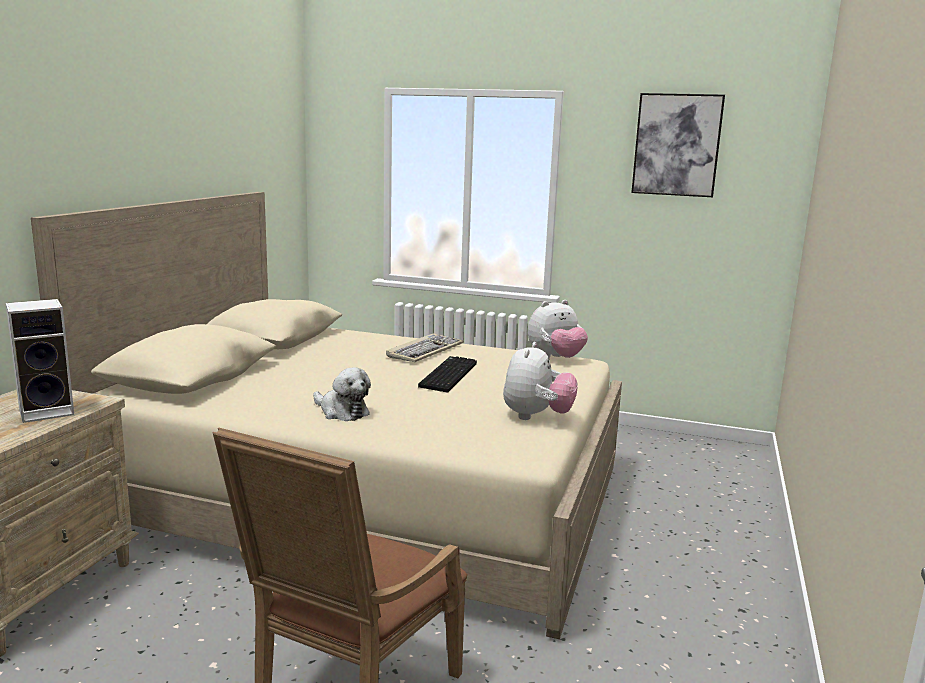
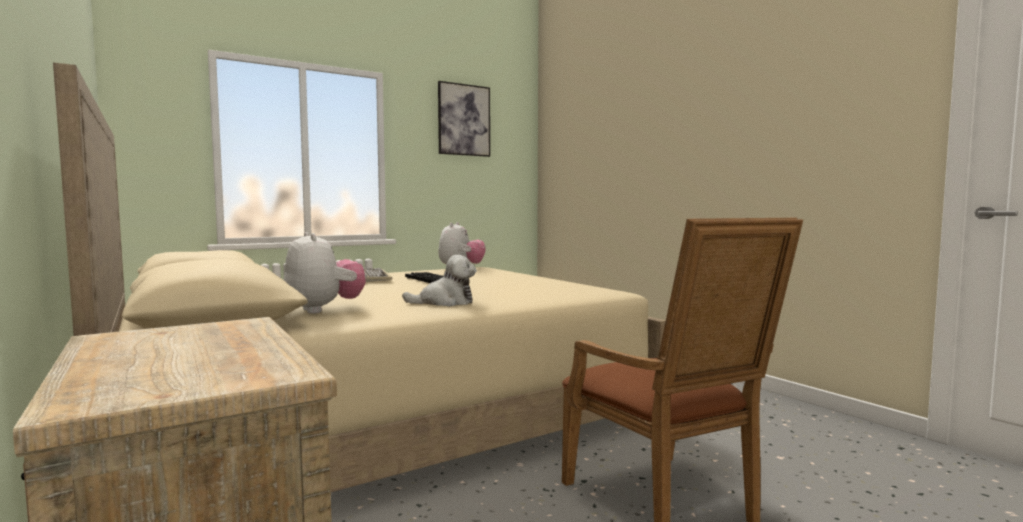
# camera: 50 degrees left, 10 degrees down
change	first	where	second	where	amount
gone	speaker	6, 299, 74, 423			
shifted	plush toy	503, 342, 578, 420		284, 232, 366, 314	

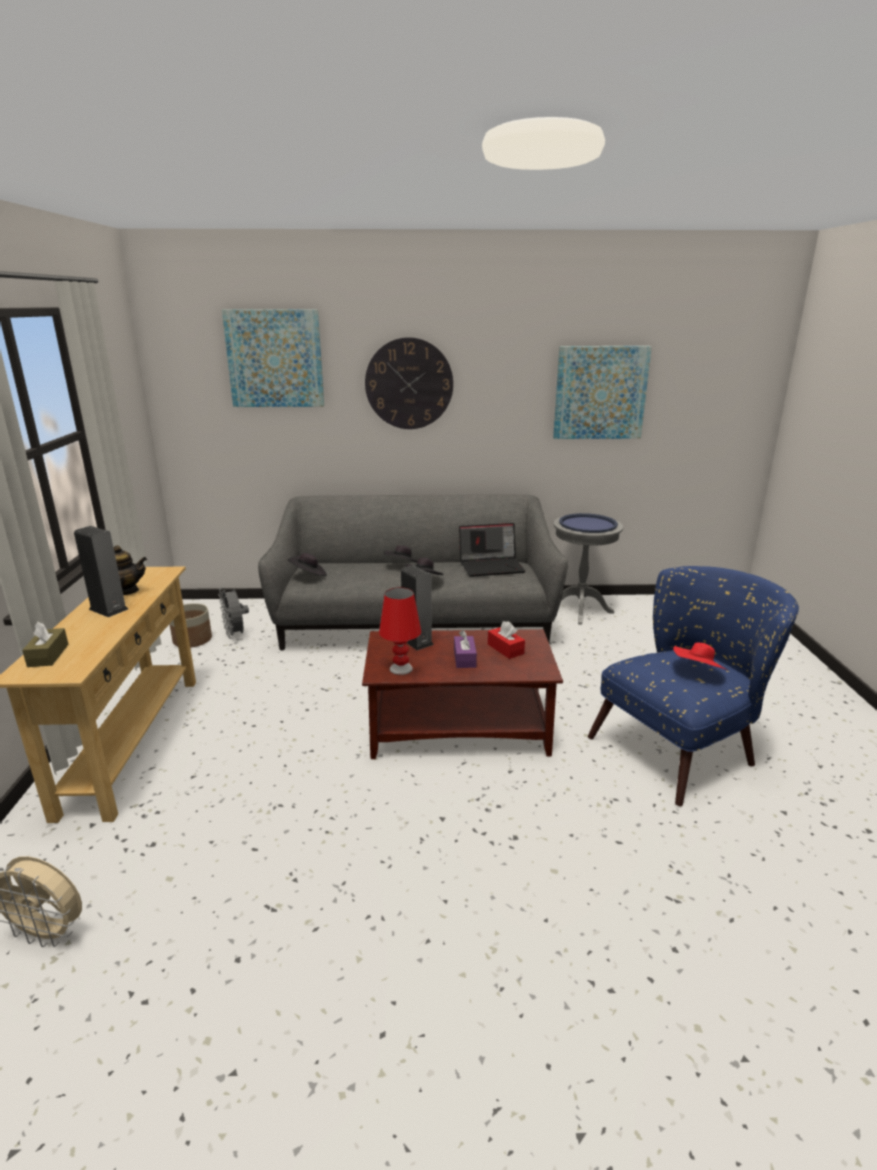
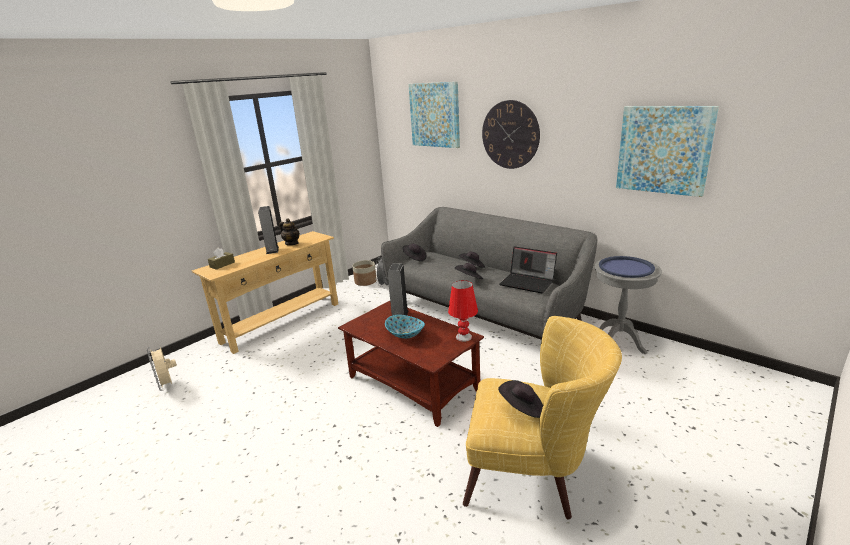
# camera: 45 degrees right, 0 degrees up
change	first	where	second	where	amount
shifted	table lamp in red	379, 587, 421, 675		448, 280, 478, 342	
swapped	tissue box in purple	454, 630, 477, 668	bowl	385, 315, 425, 339	
gone	tissue box in red	488, 621, 525, 659			
repainted	armchair in blue	588, 566, 799, 806	armchair in yellow	463, 316, 622, 519	
repainted	hat in red	673, 643, 727, 670	hat in black	498, 380, 543, 418	

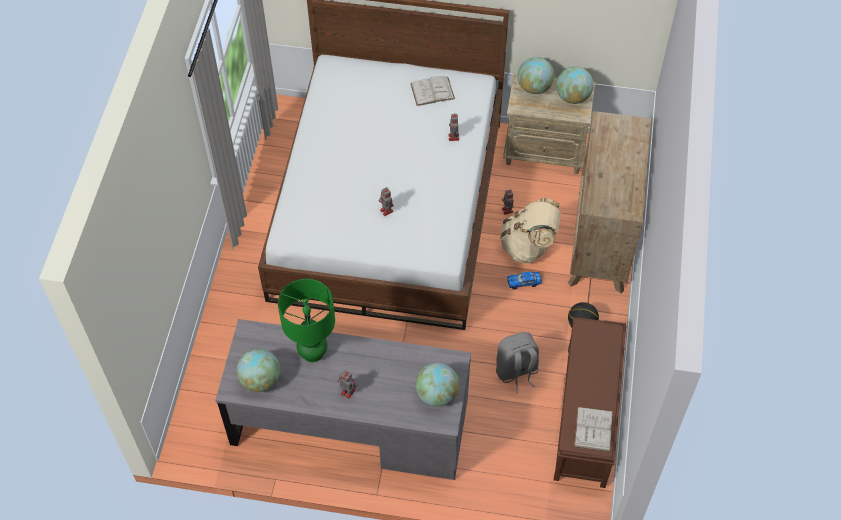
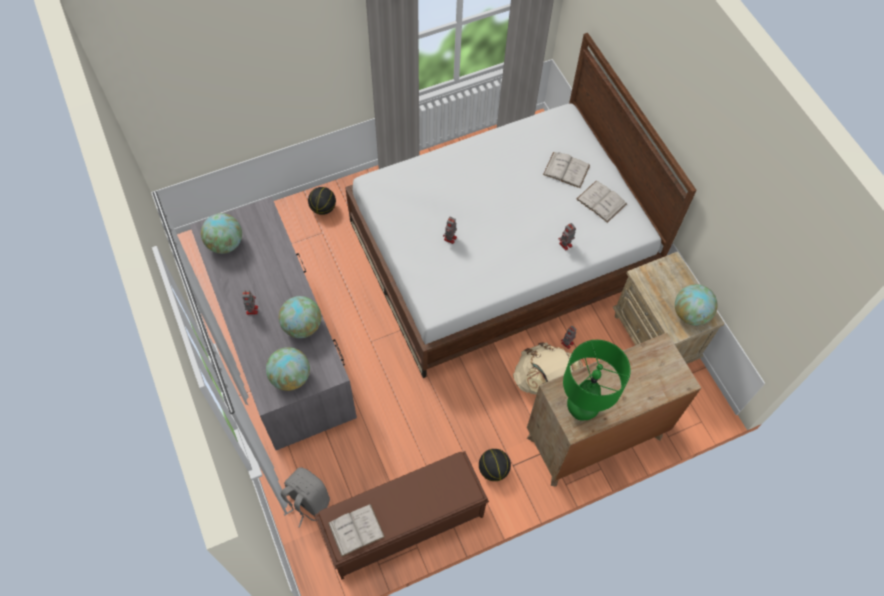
# camera: 55 degrees right, 5 degrees up
change	first	where	second	where	amount
shifted	table lamp in green	278, 279, 335, 362		563, 340, 631, 420	
shifted	backpack in grey	496, 332, 539, 393		281, 467, 330, 528	
gone	toy car	507, 272, 542, 290			
shifted	globe	517, 57, 554, 94		279, 296, 321, 338	
new			basketball	308, 187, 336, 215	
new			book in white	543, 152, 590, 188	

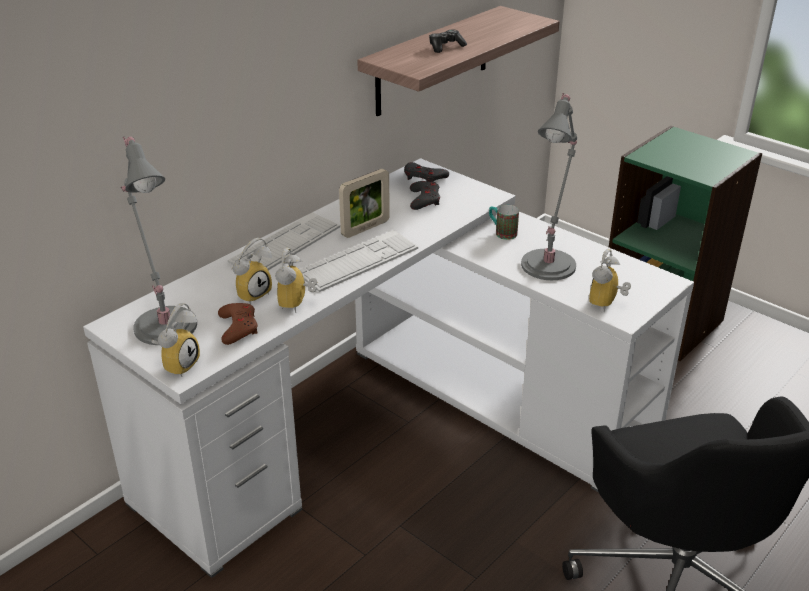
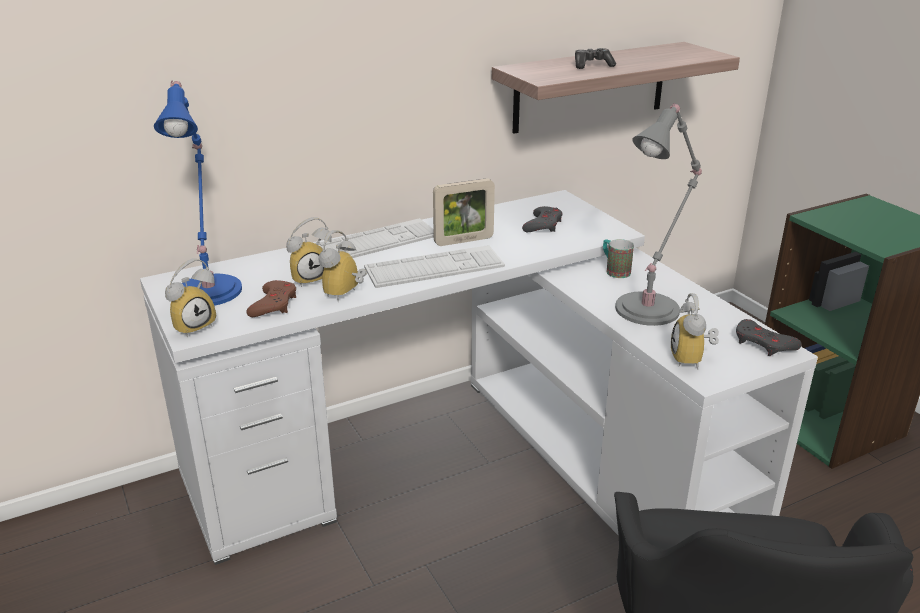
# camera: 20 degrees right, 5 degrees down
change	first	where	second	where	amount
repainted	table lamp in grey	121, 137, 197, 345	table lamp in blue	154, 81, 242, 306	
shifted	game controller in grey	404, 162, 449, 182		736, 319, 802, 356	
rotated	alarm clock	589, 249, 631, 312		671, 293, 719, 370	45 degrees counterclockwise

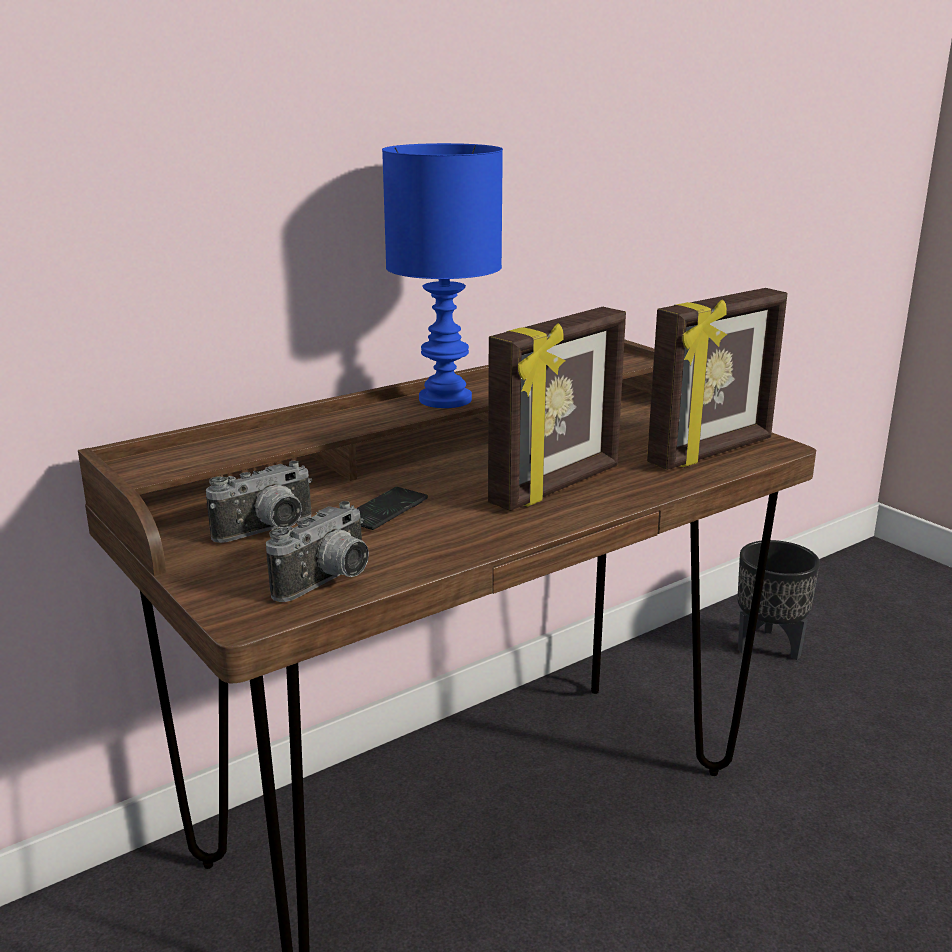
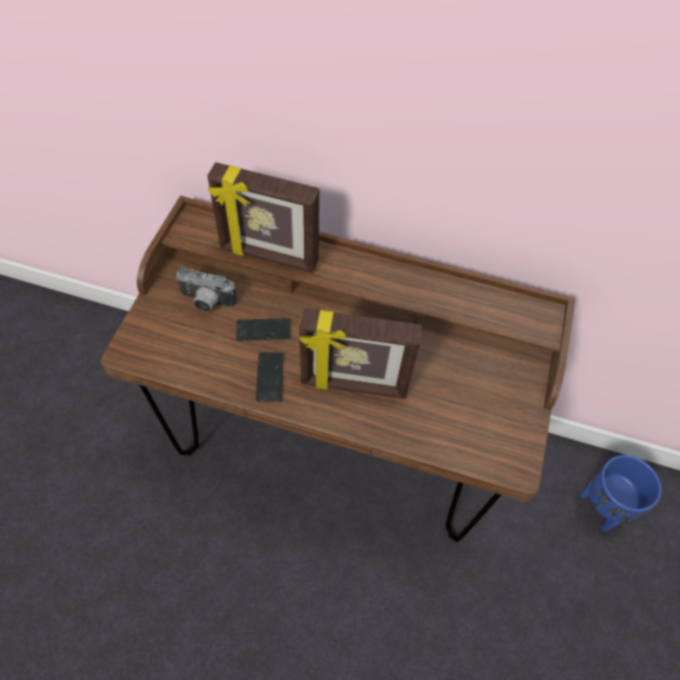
# camera: 50 degrees right, 35 degrees up
change	first	where	second	where	amount
gone	photo camera	266, 501, 369, 602			
gone	table lamp in blue	382, 143, 503, 408			
shifted	picture frame	647, 288, 788, 470		207, 162, 319, 273	
repainted	planter in black	737, 540, 820, 660	planter in blue	580, 455, 662, 531	
new			phone	256, 352, 284, 402	

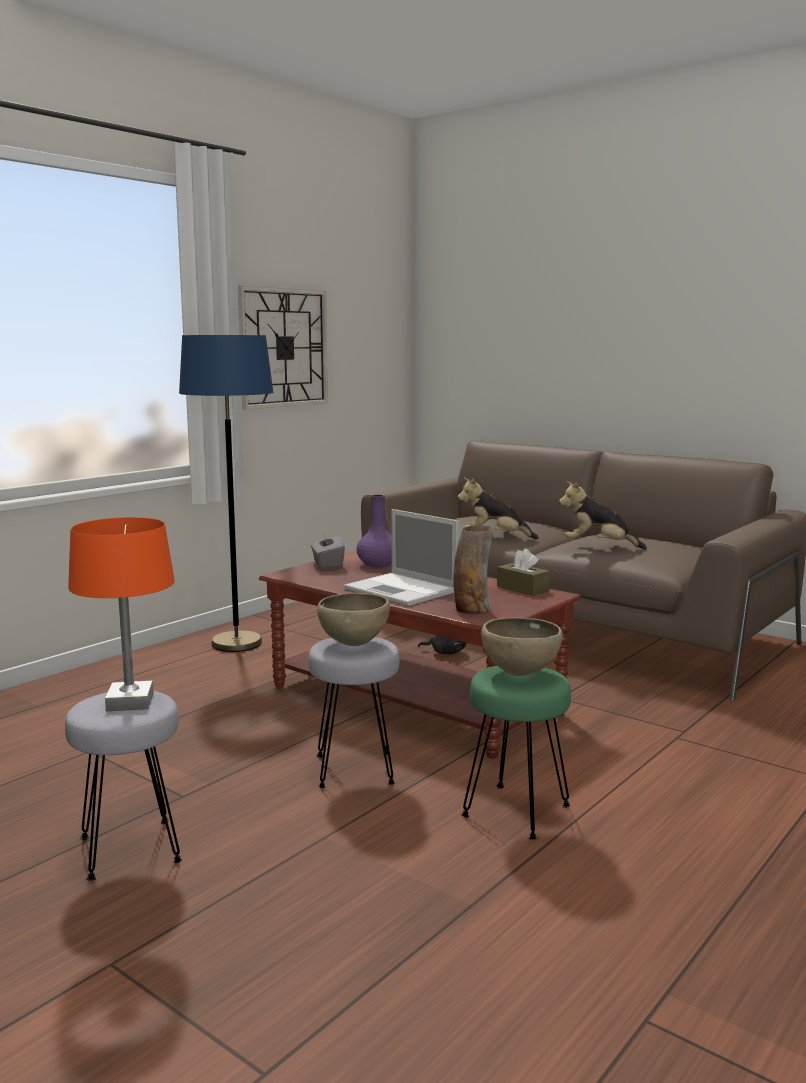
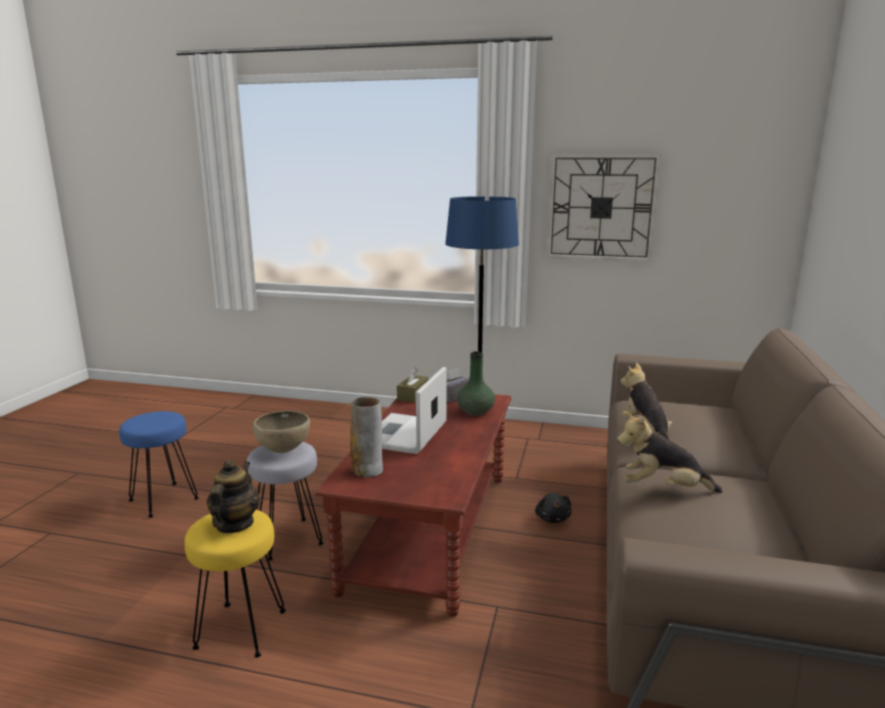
# camera: 65 degrees right, 5 degrees up
change	first	where	second	where	amount
repainted	stool in grey	65, 691, 182, 881	stool in blue	119, 411, 199, 518	
gone	table lamp in orange	68, 517, 175, 711			
repainted	vase in purple	356, 495, 392, 568	vase in green	457, 351, 495, 416	
repainted	stool in green	461, 666, 571, 840	stool in yellow	184, 510, 286, 658	
swapped	bowl in brown	481, 617, 563, 676	teapot	207, 460, 260, 533	
shifted	tissue box in brown	497, 549, 550, 596		397, 367, 428, 403	
rotated	plush toy	559, 481, 647, 549		617, 412, 723, 493	75 degrees counterclockwise

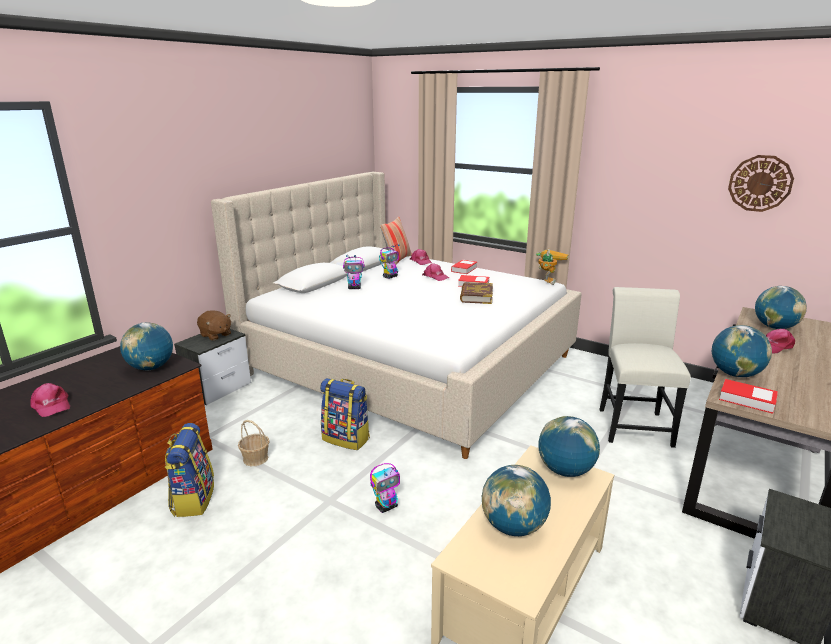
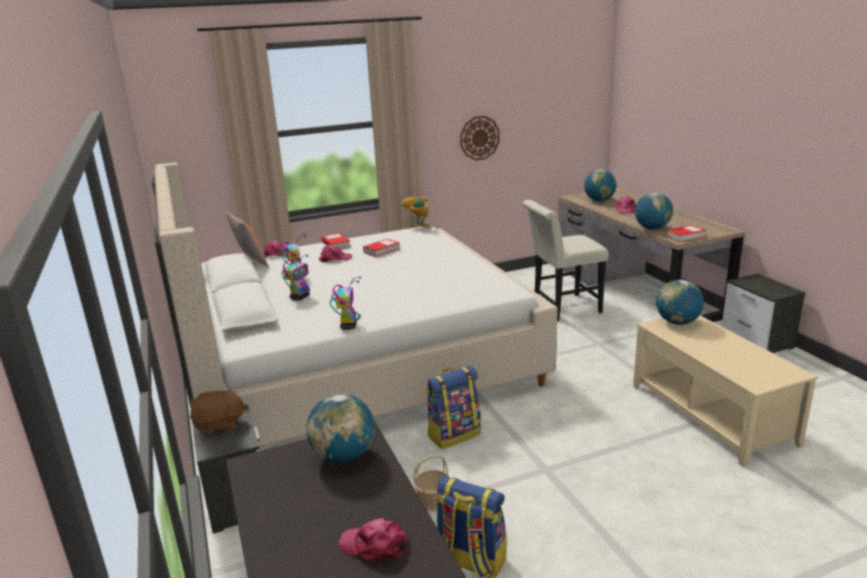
# camera: 55 degrees left, 0 degrees up
change	first	where	second	where	amount
rotated	cap in pink	30, 383, 70, 417		338, 518, 409, 561	150 degrees counterclockwise
shifted	toy robot	370, 463, 400, 513		330, 276, 361, 330	
gone	book	460, 282, 493, 304			
gone	globe	482, 465, 551, 536			
rotated	chair in white	600, 287, 691, 448		522, 200, 609, 321	60 degrees counterclockwise
shifted	wall clock	728, 155, 794, 212		460, 116, 500, 161	

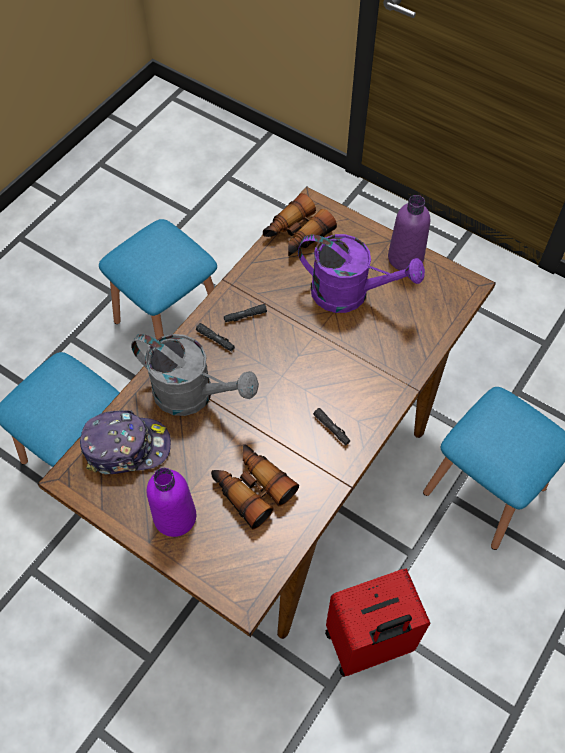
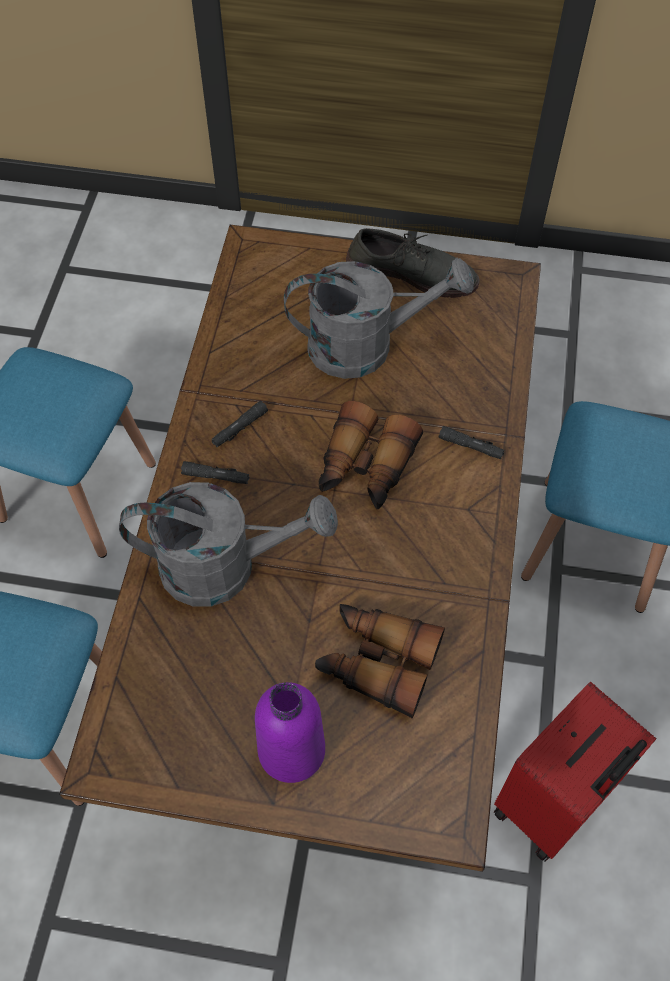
# camera: 25 degrees left, 0 degrees up
change	first	where	second	where	amount
gone	cap	80, 410, 171, 474			
shifted	binoculars	263, 193, 337, 256		319, 401, 423, 509	
repainted	watering can in purple	298, 234, 425, 313	watering can in grey	284, 258, 474, 379	
shifted	flashlight in black	313, 408, 350, 445		439, 426, 505, 459	
swapped	bottle in purple	388, 195, 430, 270	shoe in grey	346, 228, 480, 298	

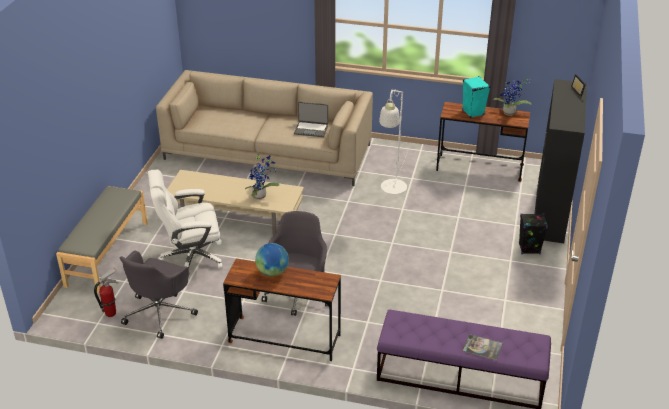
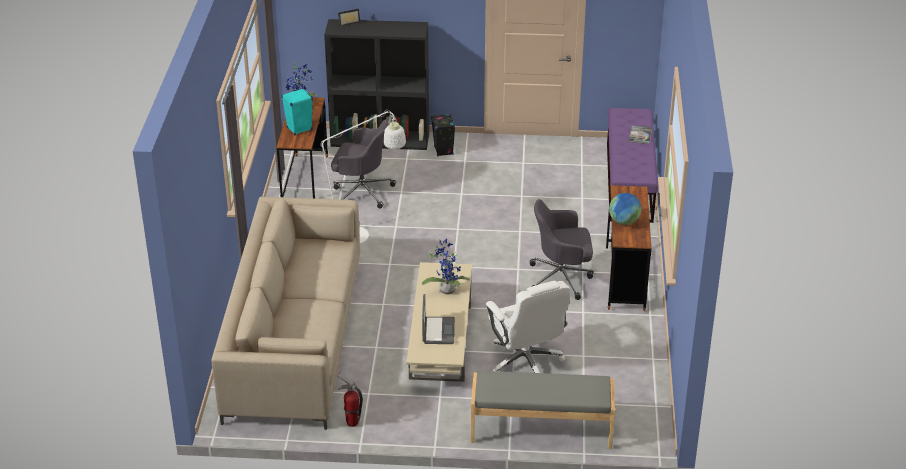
# camera: 100 degrees left, 0 degrees up
change	first	where	second	where	amount
shifted	fire extinguisher	94, 268, 118, 317		337, 373, 363, 427	
shifted	office chair in grey	120, 251, 198, 339		331, 120, 396, 209	
shifted	laptop	294, 102, 328, 137		422, 294, 455, 344	

